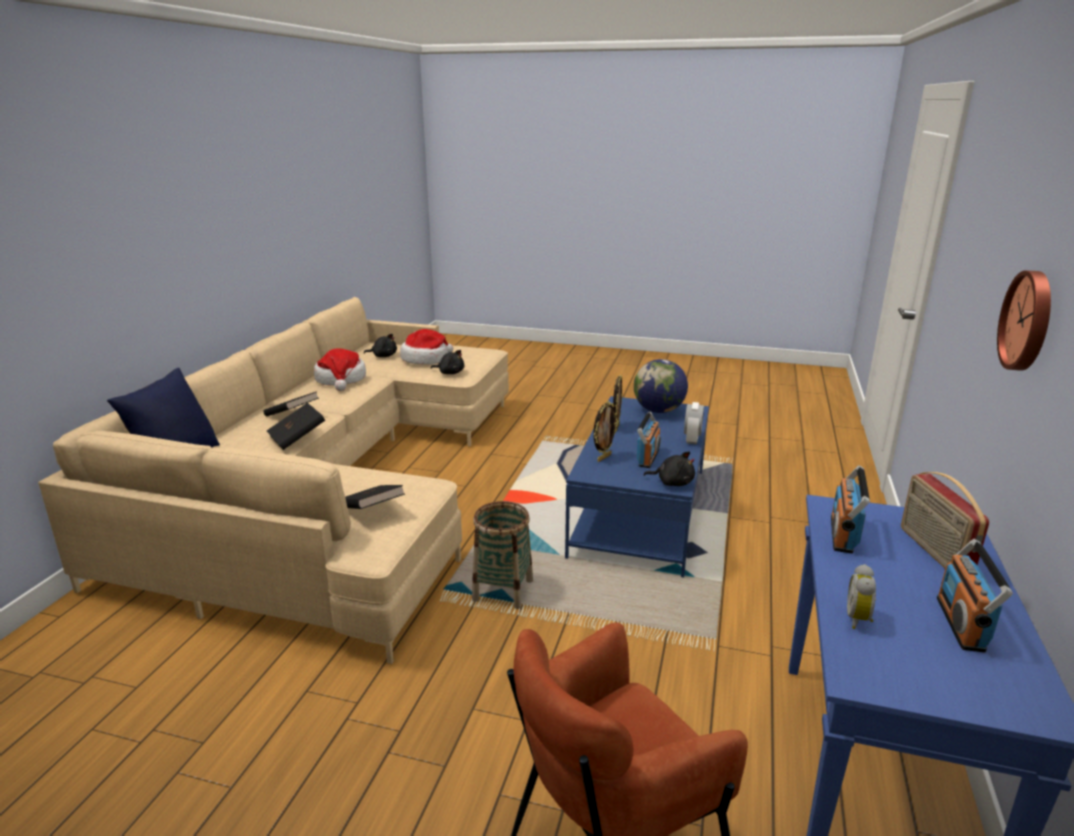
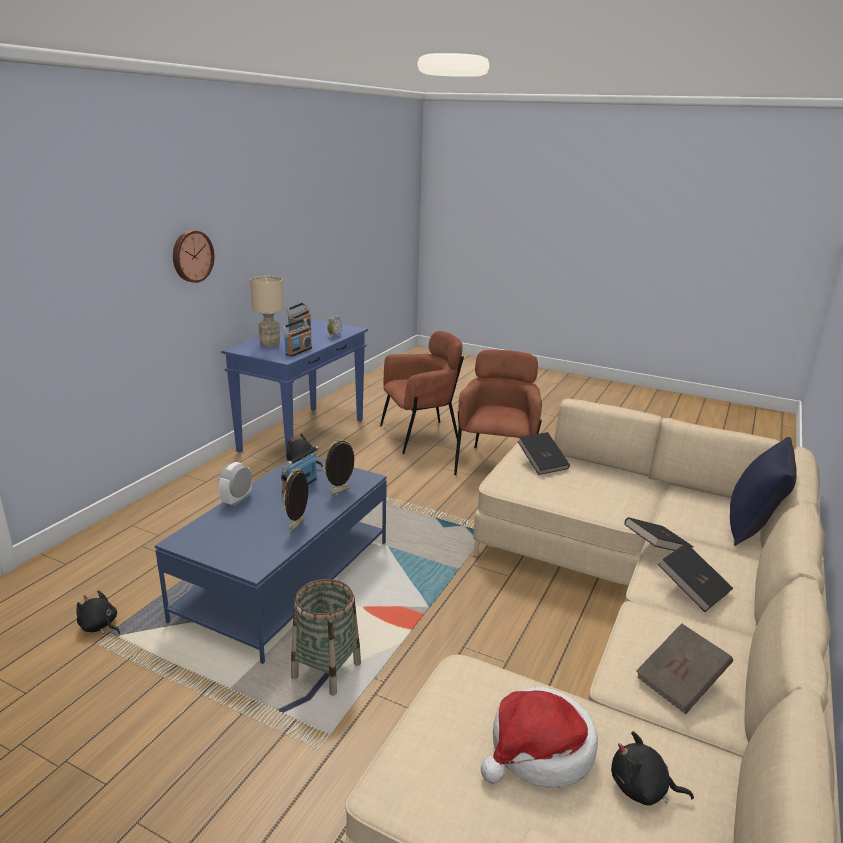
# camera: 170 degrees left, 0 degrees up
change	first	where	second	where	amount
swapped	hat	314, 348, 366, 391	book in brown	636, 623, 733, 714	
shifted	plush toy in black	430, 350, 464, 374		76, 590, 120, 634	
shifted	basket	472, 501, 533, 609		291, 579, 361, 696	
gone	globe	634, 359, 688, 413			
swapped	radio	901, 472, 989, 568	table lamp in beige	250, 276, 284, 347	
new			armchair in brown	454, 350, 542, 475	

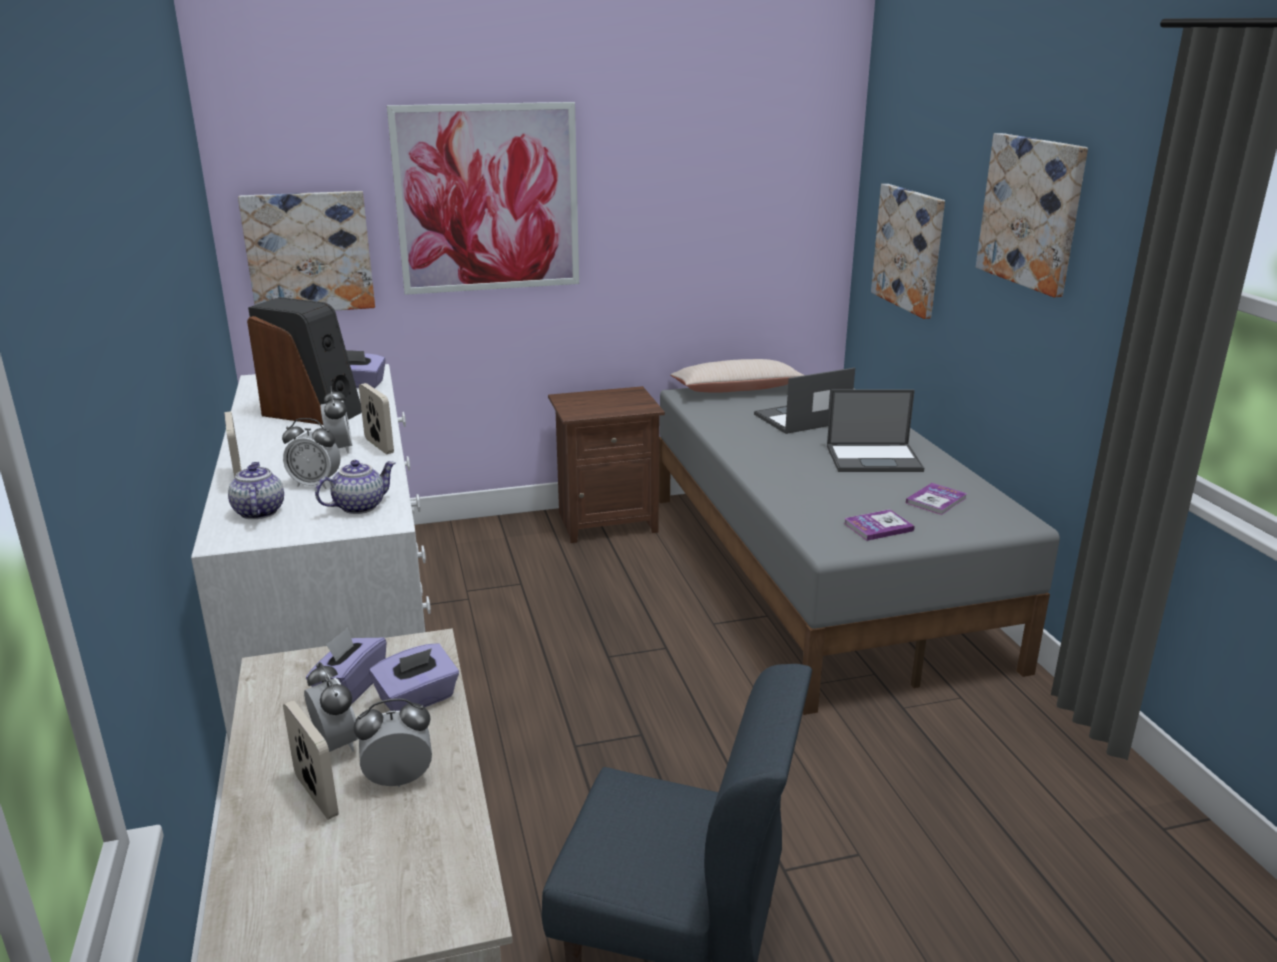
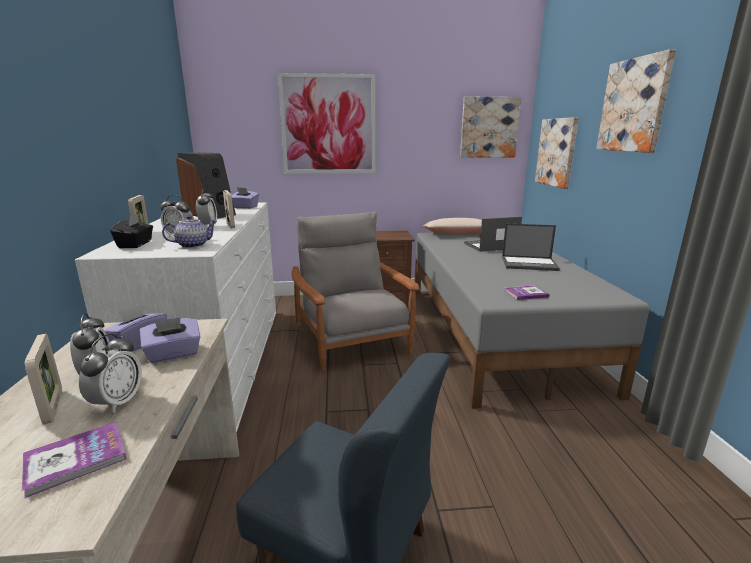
# camera: 10 degrees right, 5 degrees down
change	first	where	second	where	amount
swapped	teapot	228, 462, 284, 519	tissue box in black	110, 213, 153, 248	
shifted	picture	238, 191, 375, 311		460, 97, 521, 158	
rotated	alarm clock	354, 699, 432, 787		79, 333, 142, 413	105 degrees clockwise
shifted	book	906, 483, 967, 515		22, 422, 127, 498	
new			armchair in grey	292, 212, 420, 373	

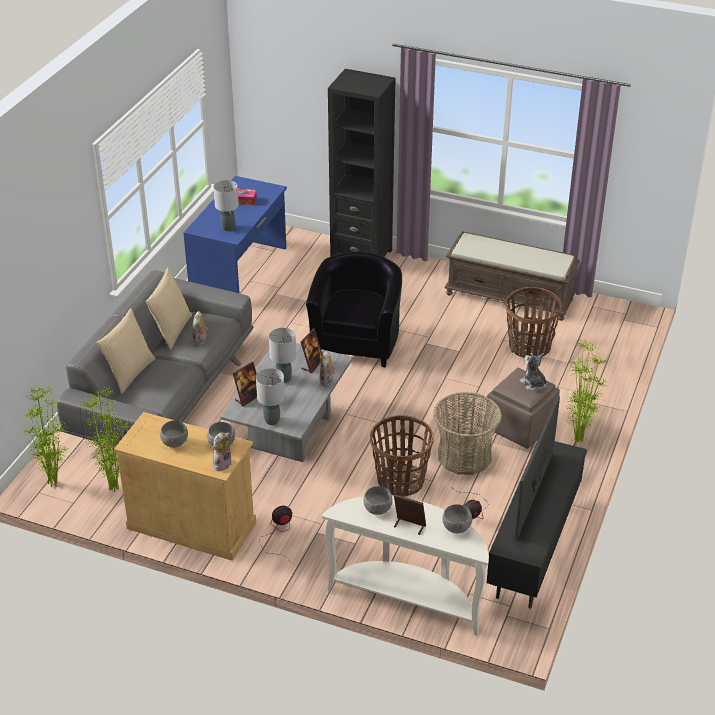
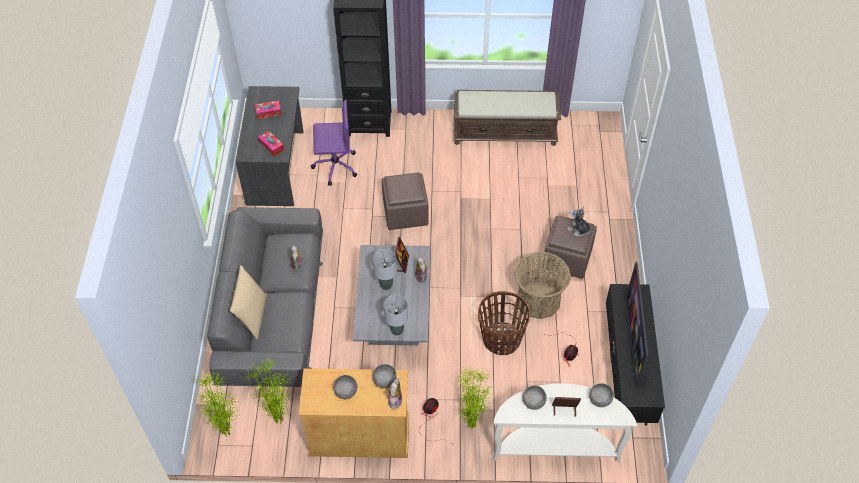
# camera: 20 degrees left, 15 degrees up
change	first	where	second	where	amount
gone	pillow in beige	145, 268, 192, 350			
repainted	desk in blue	183, 176, 287, 293	desk in grey	235, 86, 303, 206	
swapped	table lamp in grey	213, 180, 239, 231	tissue box	258, 130, 284, 156	
gone	picture frame	233, 362, 257, 407			
swapped	armchair in black	306, 252, 402, 368	ottoman in brown	382, 172, 429, 230	
gone	basket	505, 287, 562, 358			
shifted	potted plant	565, 339, 610, 442		456, 367, 492, 429	
new			office chair in purple	311, 99, 357, 186	

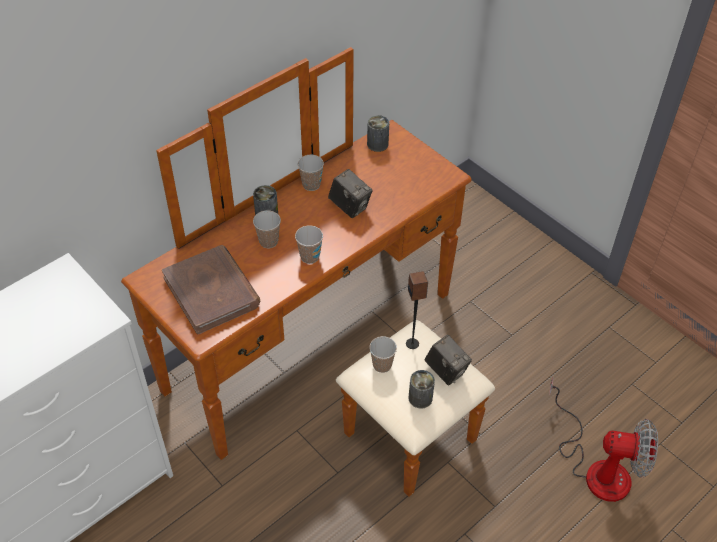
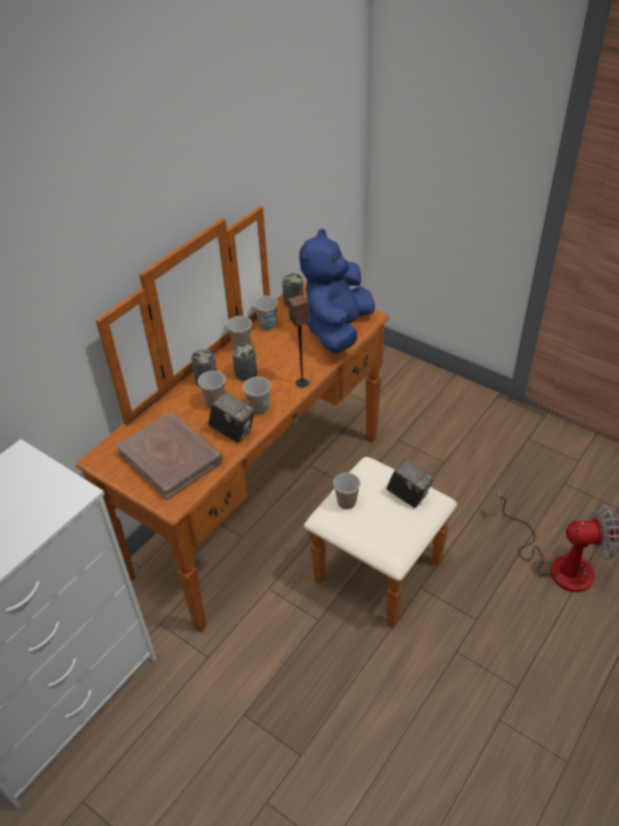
# camera: 10 degrees left, 5 degrees down
change	first	where	second	where	amount
shifted	photo camera	328, 169, 373, 218		208, 392, 255, 443	
shifted	speaker	406, 271, 428, 349		288, 295, 310, 388	
shifted	can	408, 370, 435, 409		232, 343, 257, 381	
new			cup	254, 296, 278, 331	
new			plush toy in blue	299, 229, 375, 353	

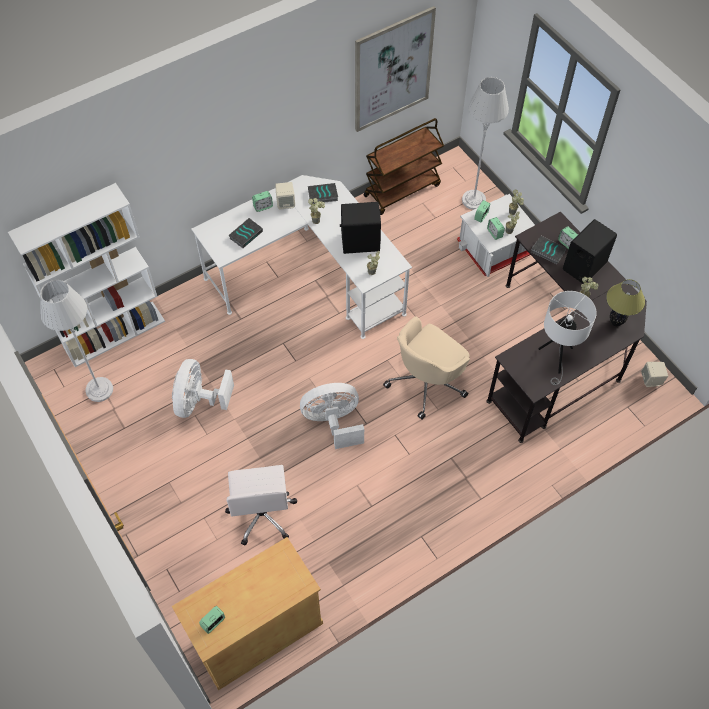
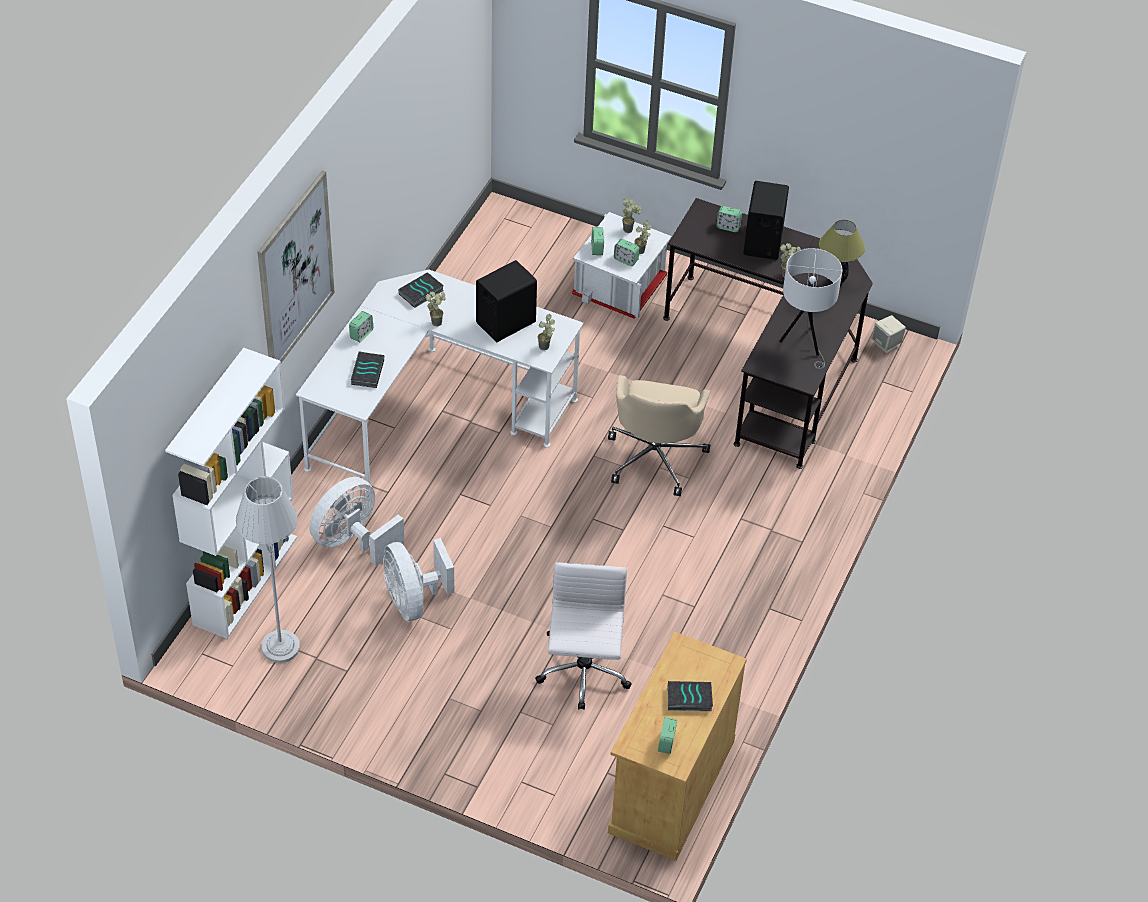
# camera: 35 degrees left, 10 degrees down
change	first	where	second	where	amount
rotated	office chair in white	225, 465, 297, 545		535, 562, 632, 710	135 degrees counterclockwise
gone	speaker in beige	275, 182, 295, 210			
shifted	fan in white	300, 383, 364, 449		309, 477, 404, 566	
shifted	picture	355, 6, 436, 132		257, 171, 335, 363	
gone	cart in brown	364, 118, 444, 215			
gone	floor lamp in grey	462, 77, 509, 210			
shifted	book	531, 236, 567, 265		668, 681, 713, 711	

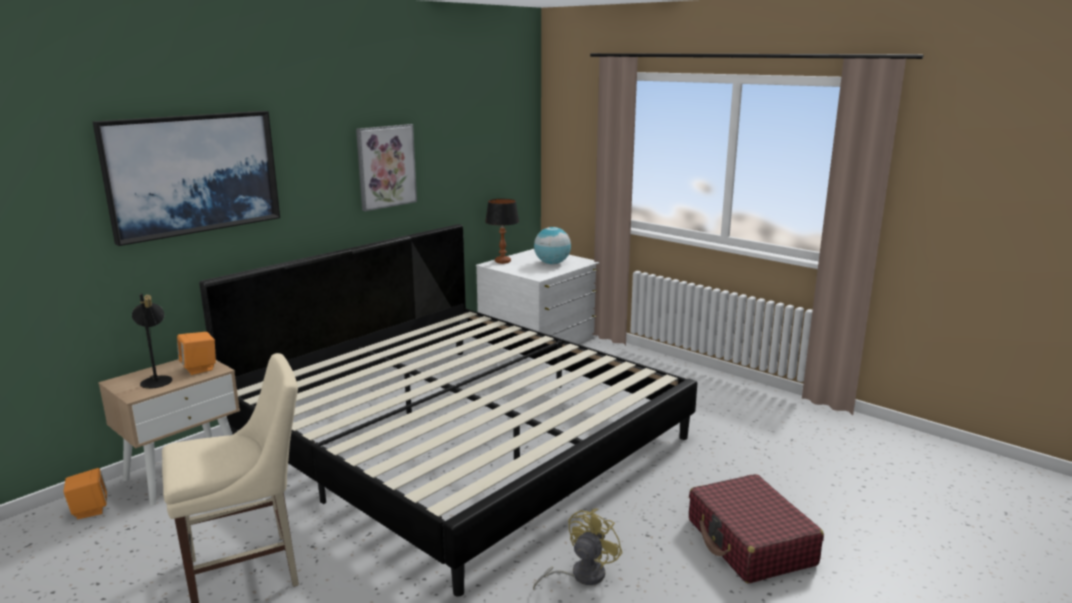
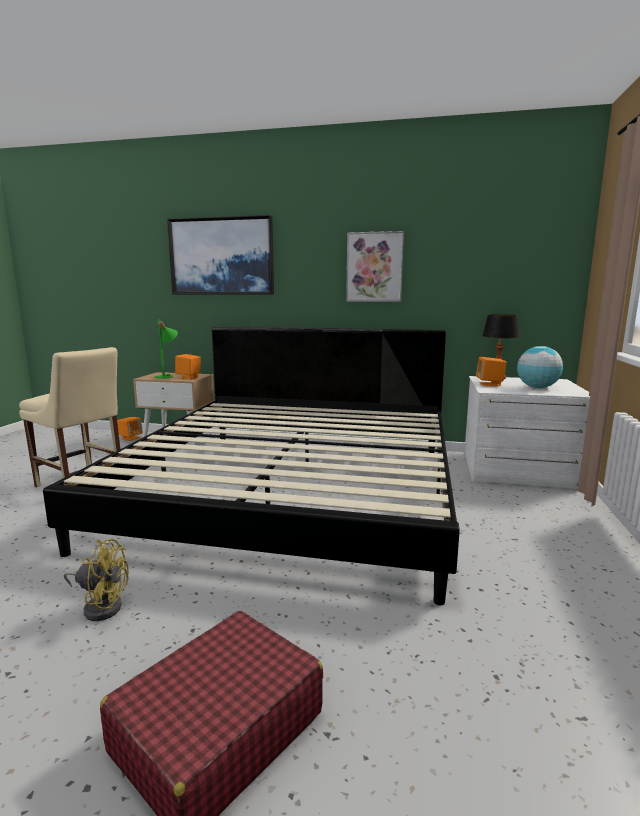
# camera: 60 degrees right, 5 degrees down
change	first	where	second	where	amount
repainted	table lamp in black	132, 294, 172, 389	table lamp in green	155, 320, 178, 378	
new			speaker in orange	476, 357, 507, 386	

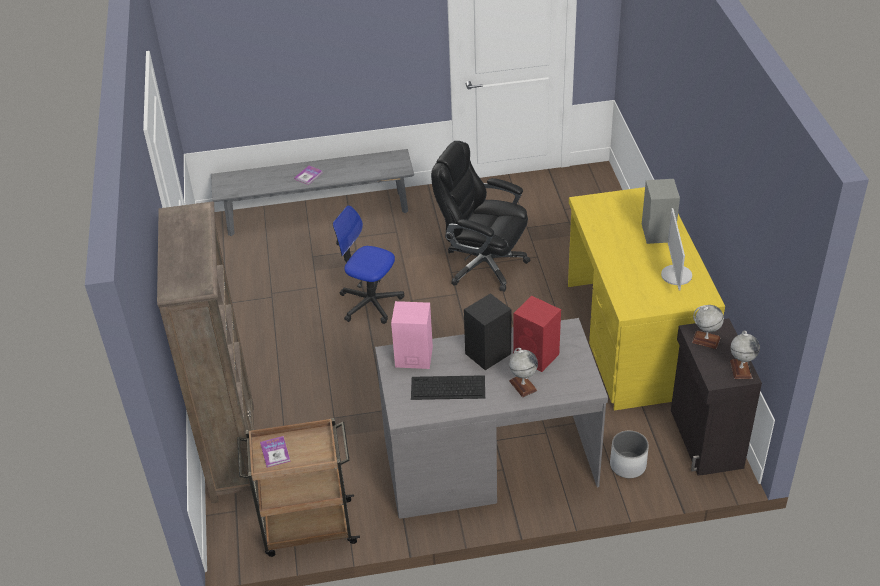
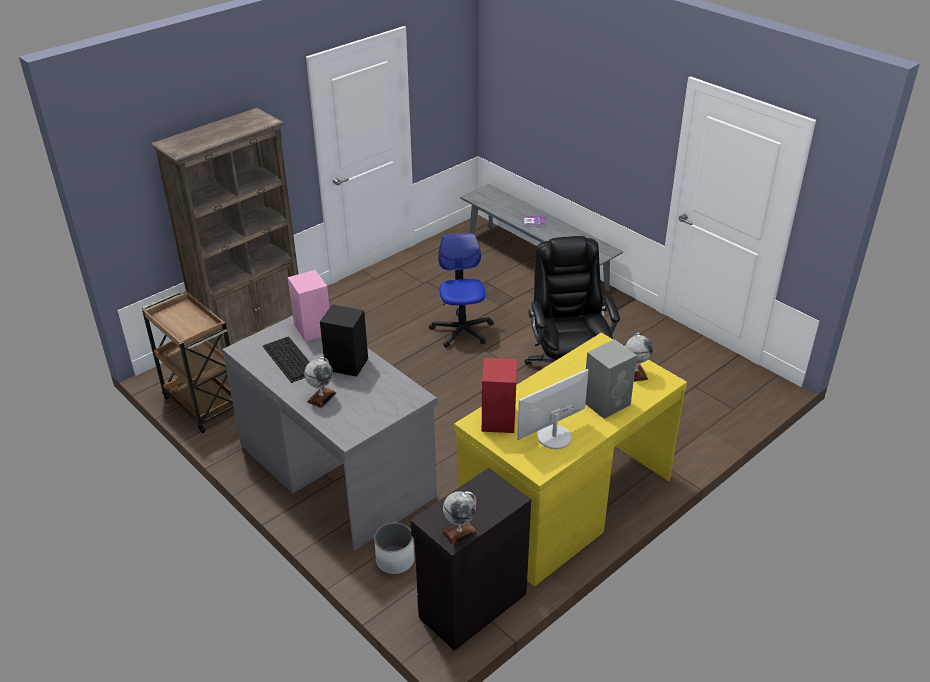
# camera: 55 degrees right, 5 degrees down
change	first	where	second	where	amount
gone	book	260, 436, 291, 468			
shifted	speaker in red	513, 296, 561, 372		482, 358, 517, 433	
shifted	globe	692, 305, 724, 349		625, 333, 653, 382	

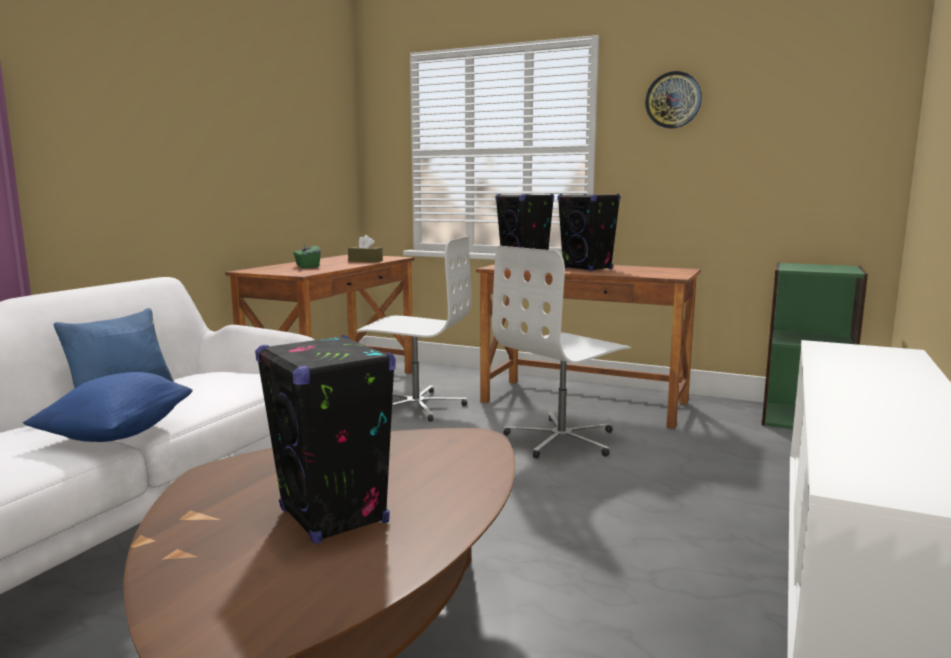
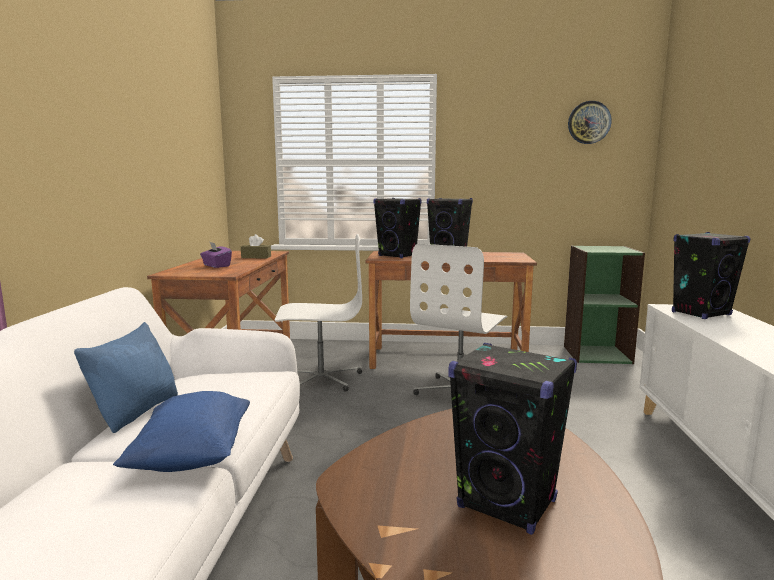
# camera: 20 degrees left, 0 degrees up
change	first	where	second	where	amount
repainted	tissue box in green	293, 239, 321, 268	tissue box in purple	200, 242, 232, 268	
shifted	wall clock	645, 71, 702, 129		568, 101, 612, 144	
new			speaker in black	672, 232, 751, 319	

